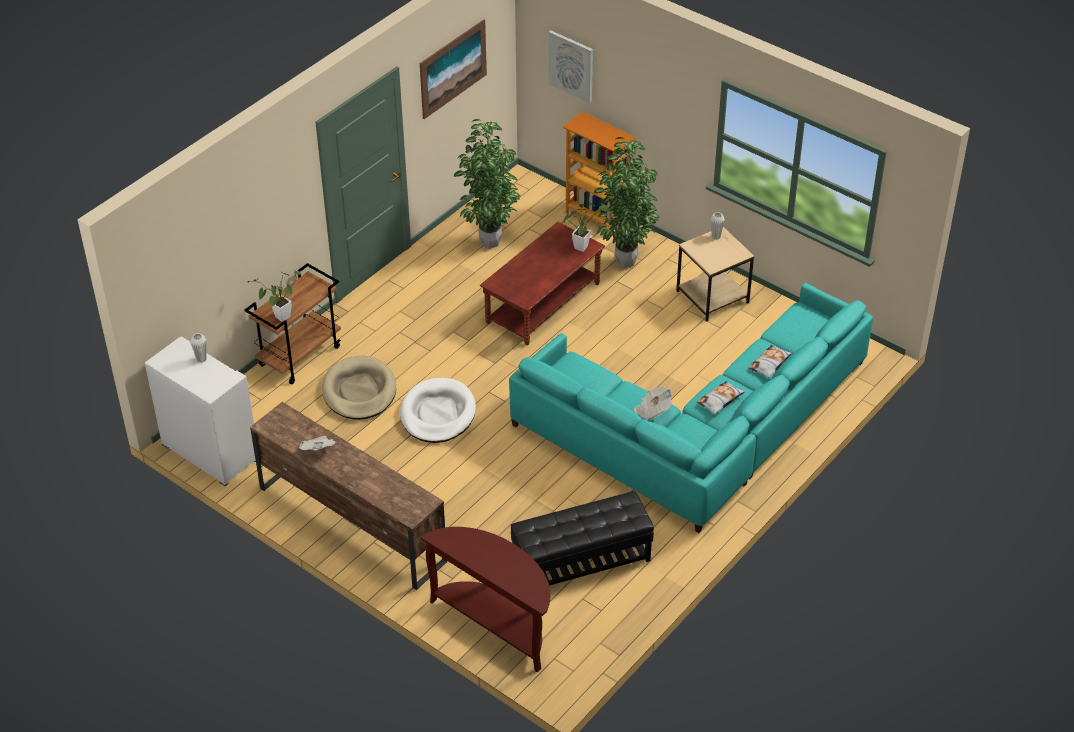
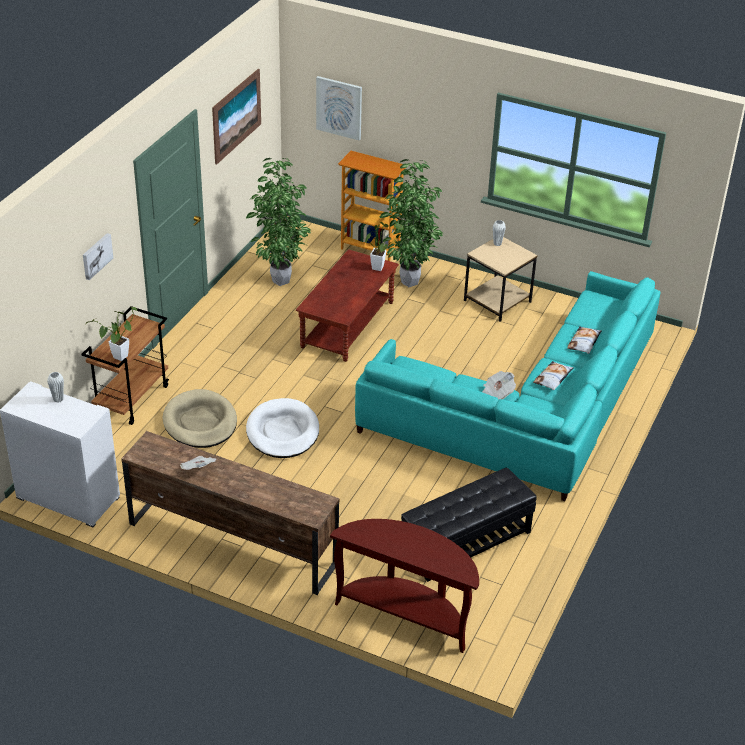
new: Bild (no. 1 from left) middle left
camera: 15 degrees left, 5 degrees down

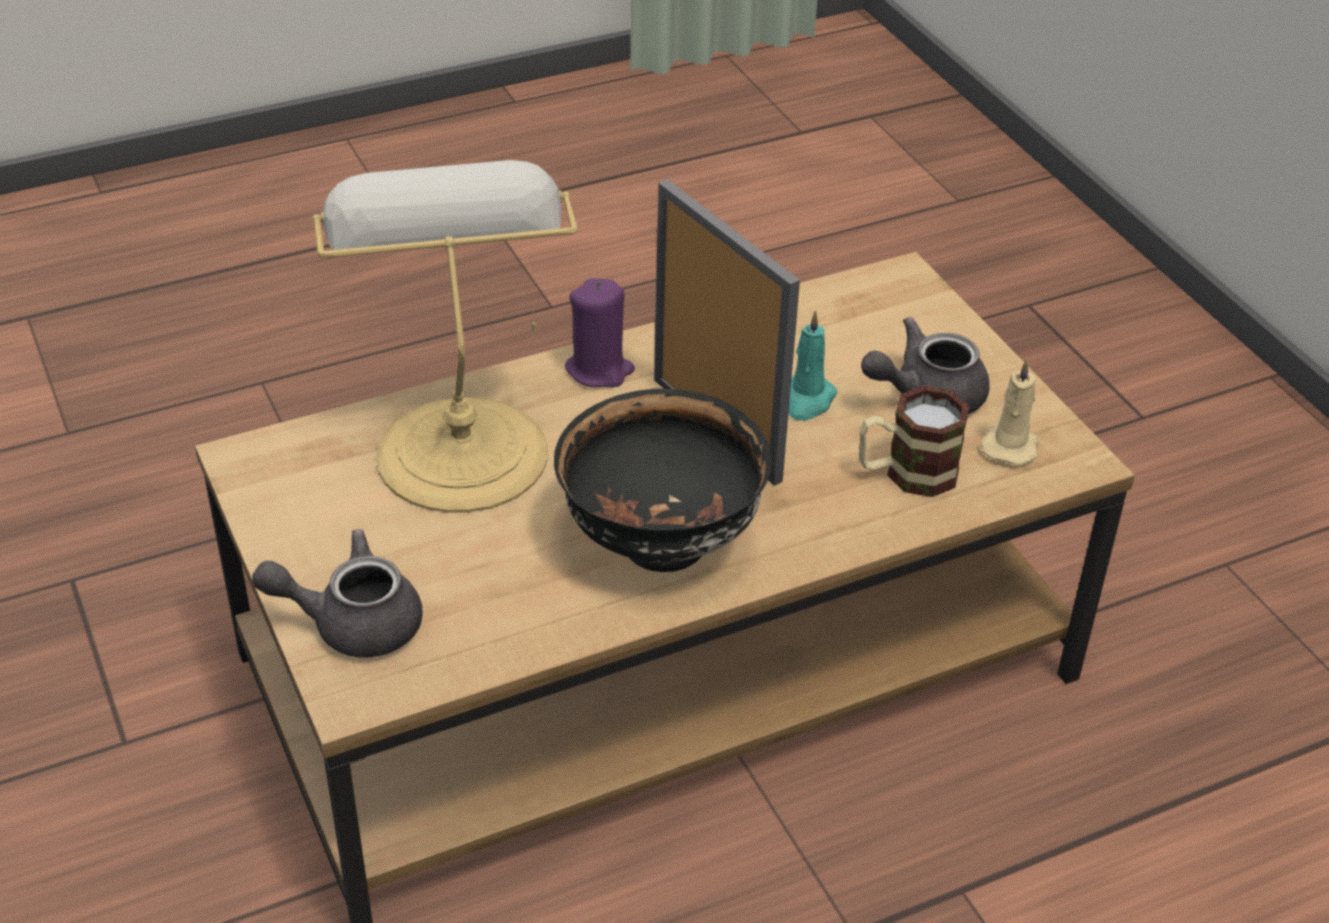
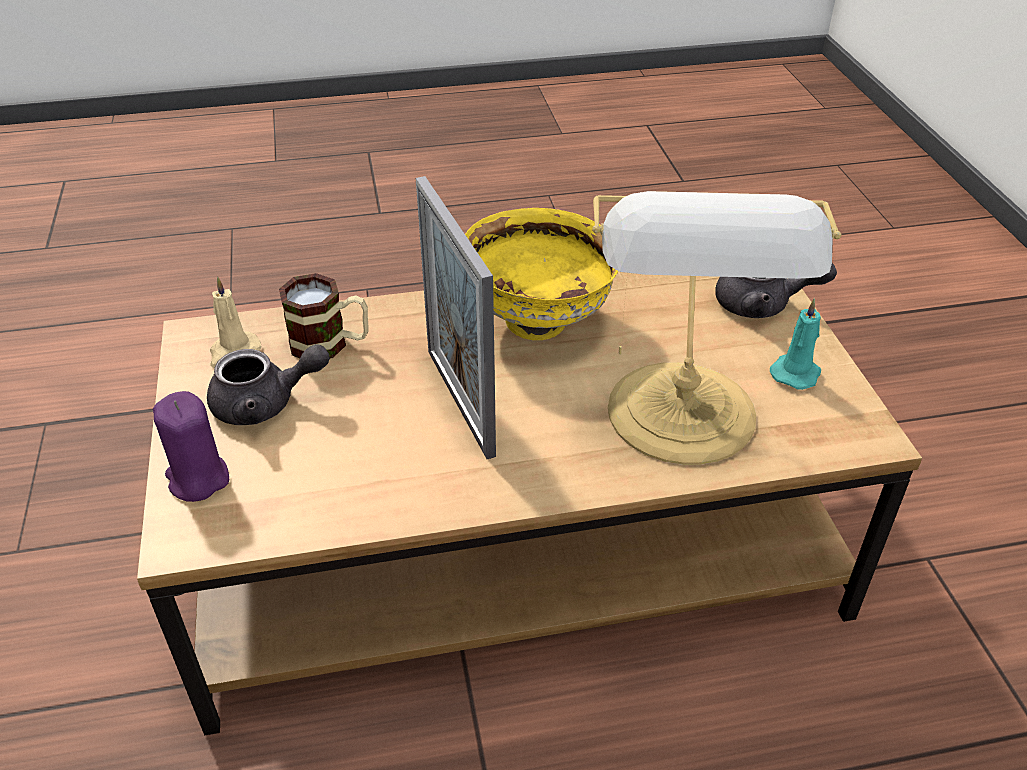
shifted: Kerze/lila centre to middle left; Kerze/türkis centre to middle right
repainted: Schüssel/schwarz centre to Schüssel/gelb centre
camera: 165 degrees left, 0 degrees up

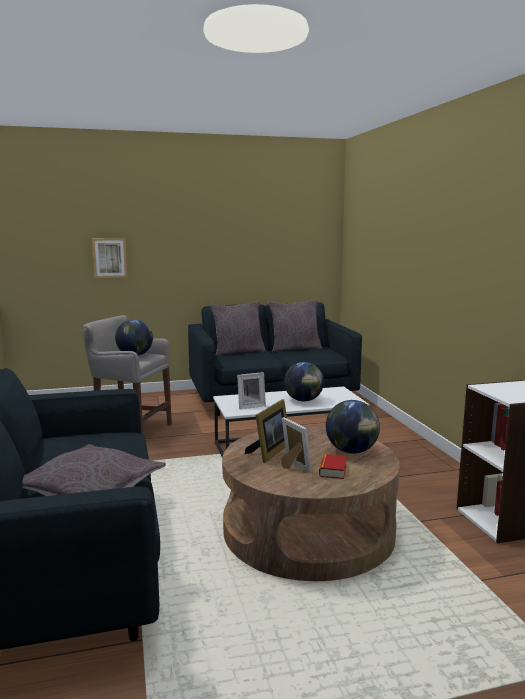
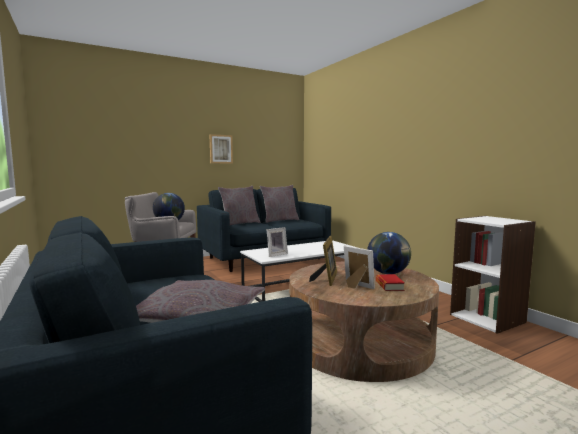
gone: Globus (no. 2 from left) centre
shifted: Bild middle left to centre
camera: 15 degrees left, 5 degrees down

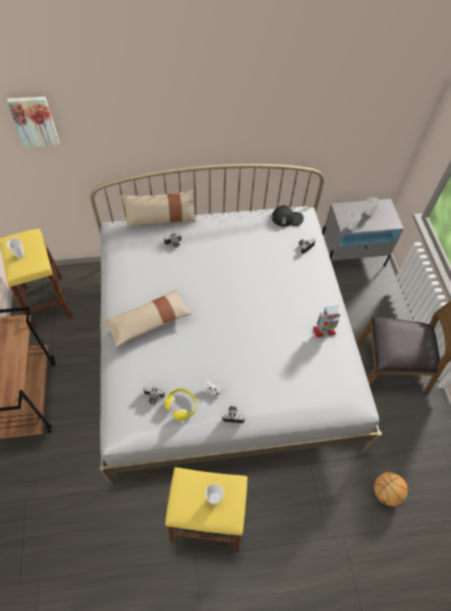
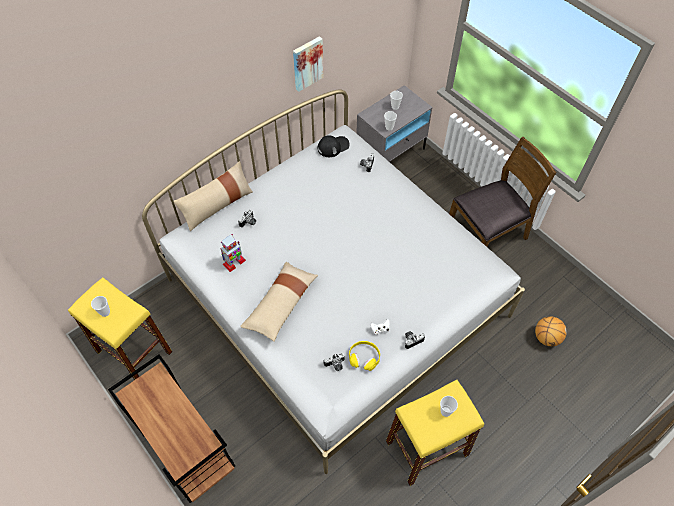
shifted: Bild top left to top centre; Spielzeugroboter middle right to centre
camera: 30 degrees left, 0 degrees up

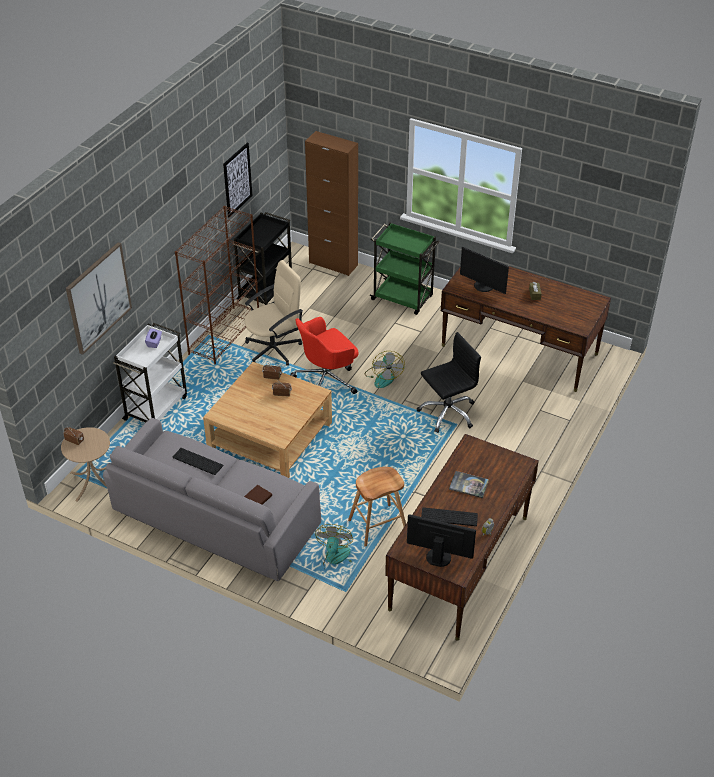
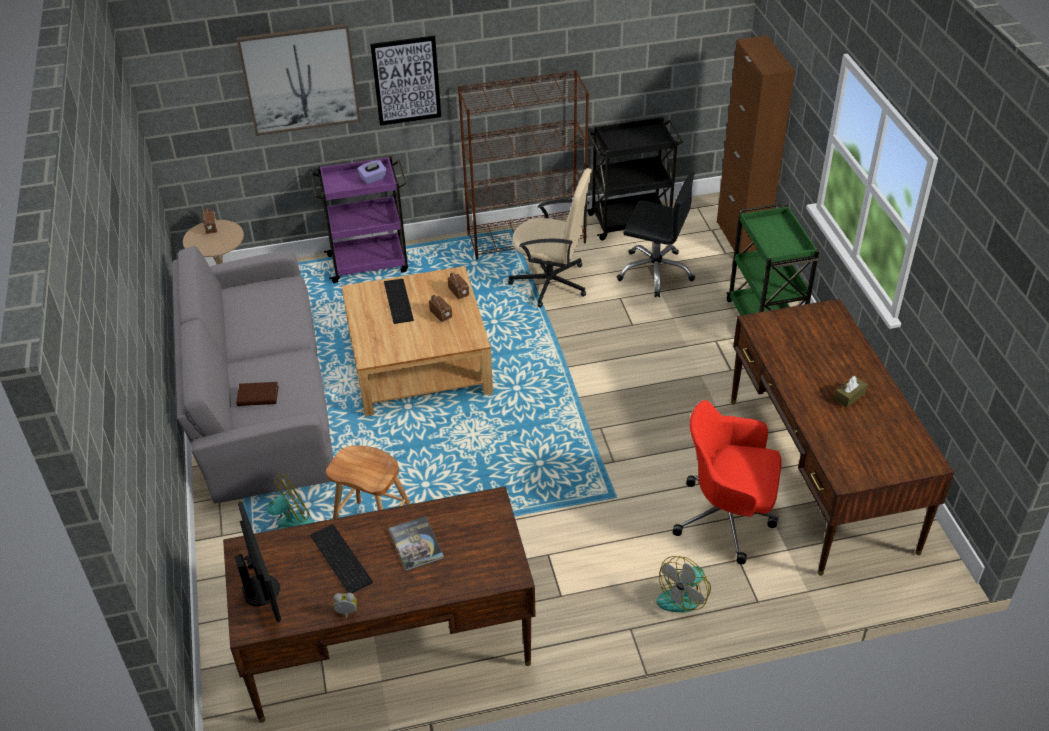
gone: Monitor (no. 2 from left) middle right
shifted: Tastatur (no. 1 from left in the first image) middle left to Tastatur (no. 2 from left) centre; Bild (no. 2 from left) top left to top centre; Bürostuhl/rot centre to middle right; Ventilator (no. 2 from left) centre to bottom centre; Bürostuhl/schwarz centre to top centre
repainted: Rollwagen/weiß middle left to Rollwagen/lila top centre
camera: 50 degrees right, 0 degrees up

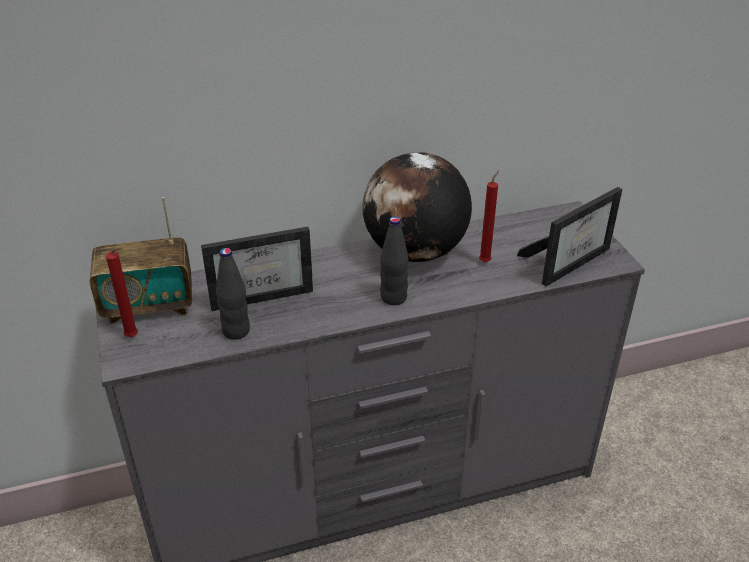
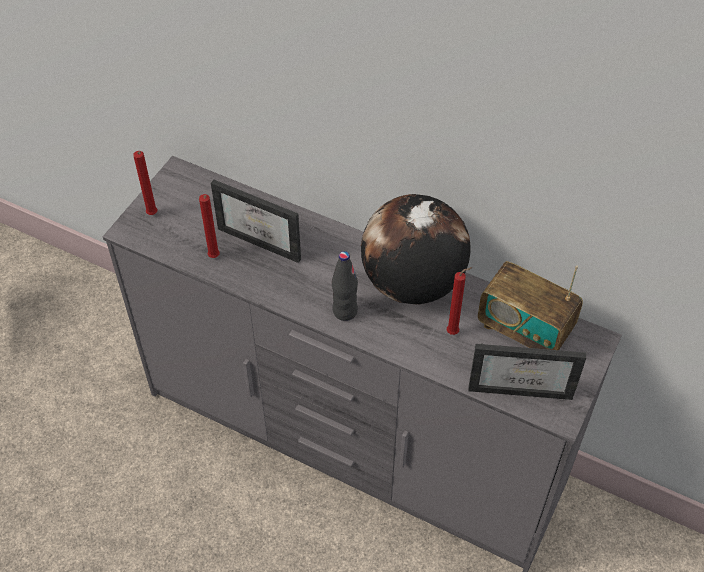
shifted: Radio middle left to middle right
swapped: Flasche/schwarz (no. 1 from left) middle left to Kerze/rot (no. 2 from left) middle left
camera: 45 degrees right, 15 degrees up

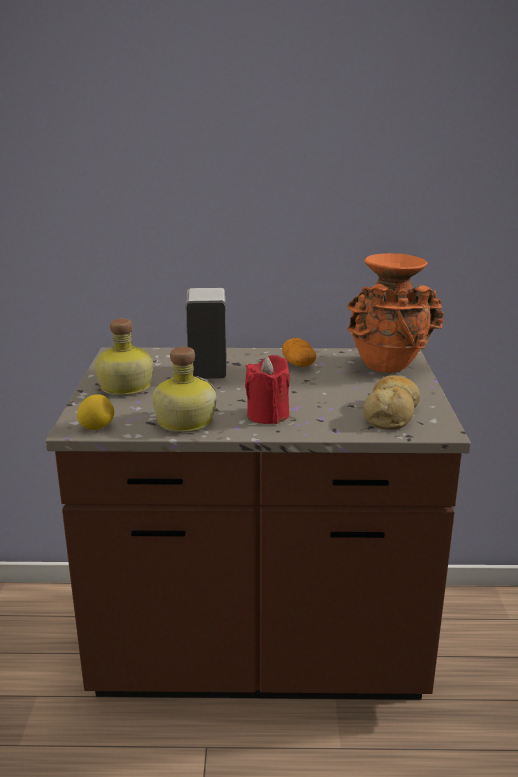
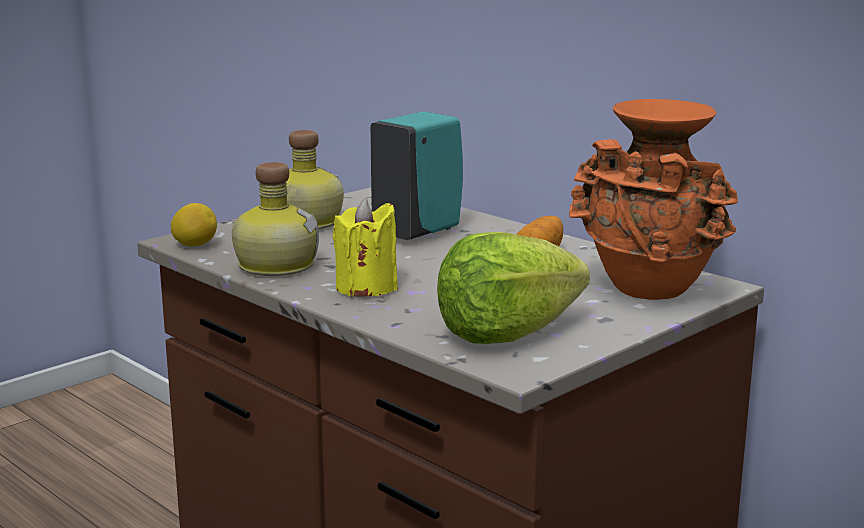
swapped: Brot middle right to Salatkopf centre
repainted: Seifenspender/weiß centre to Seifenspender/türkis centre; Kerze/rot centre to Kerze/gelb centre
camera: 45 degrees right, 5 degrees down

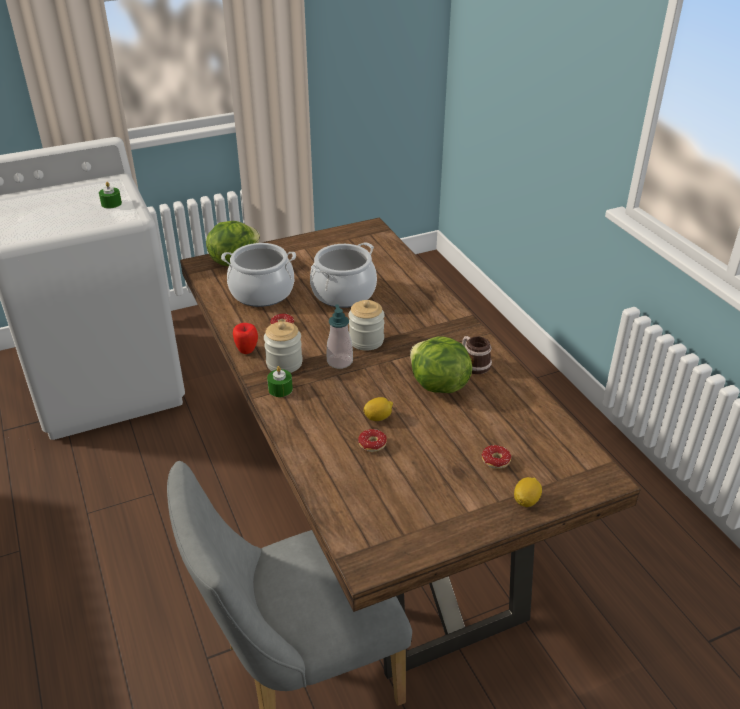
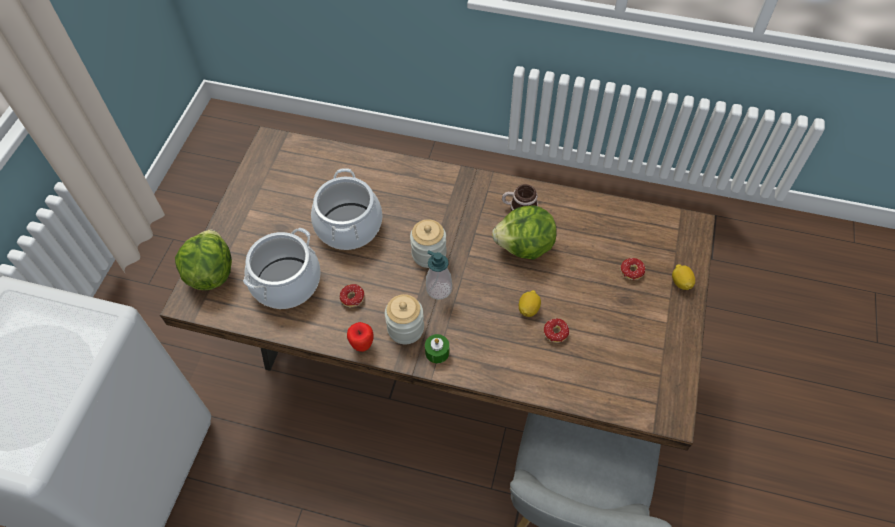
gone: Kerze/grün (no. 1 from left) top left
camera: 50 degrees left, 20 degrees up

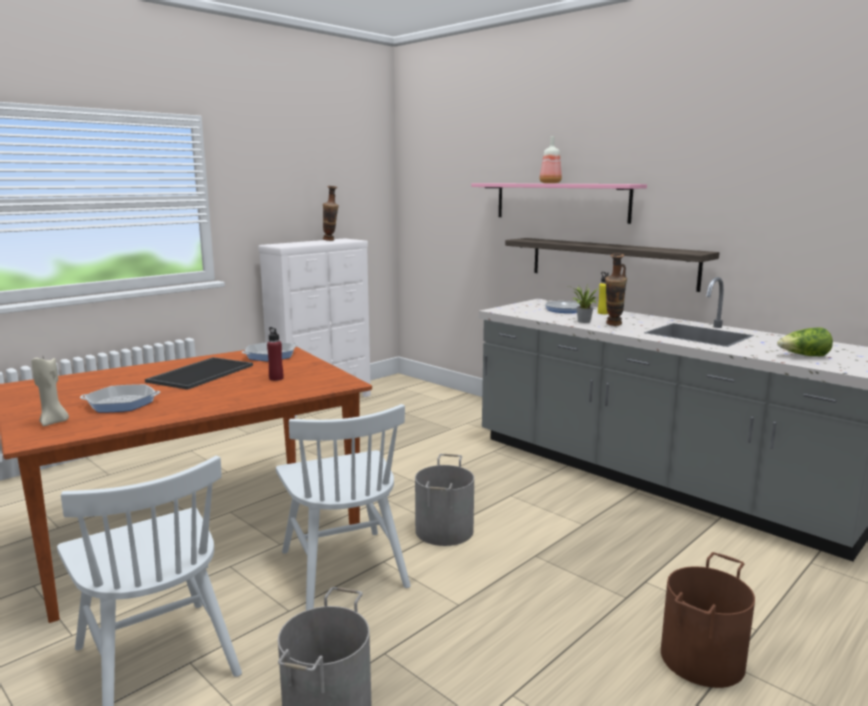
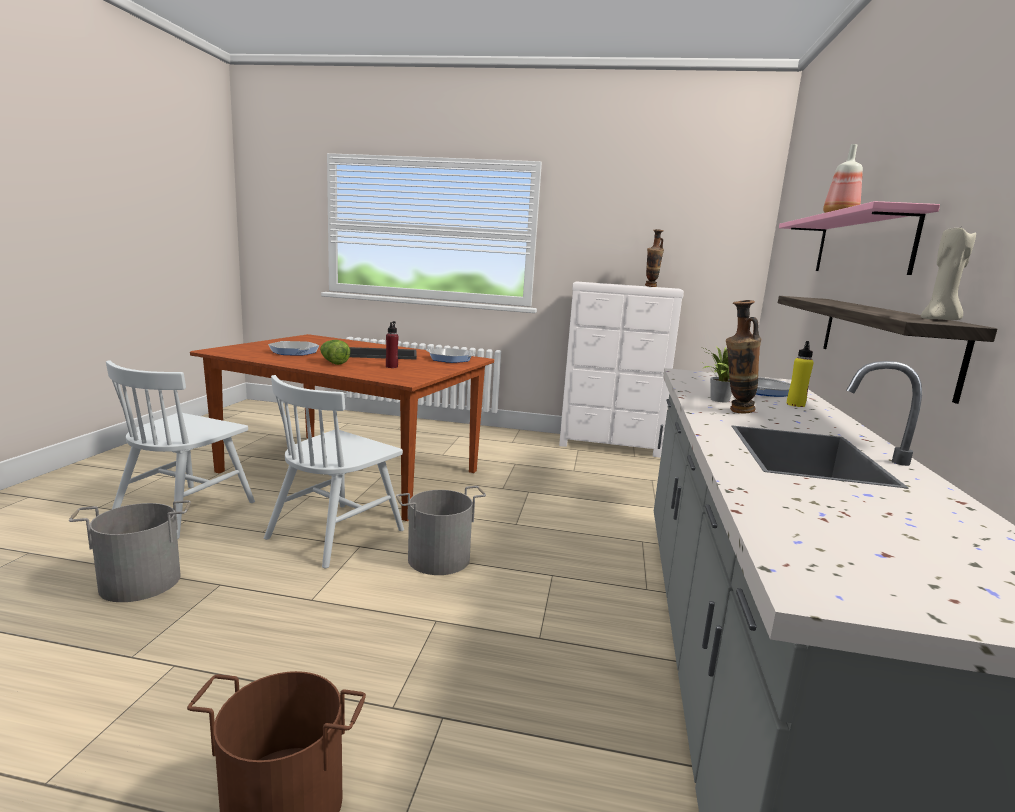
shifted: Kerze/beige middle left to middle right; Salatkopf middle right to middle left
camera: 55 degrees right, 0 degrees up

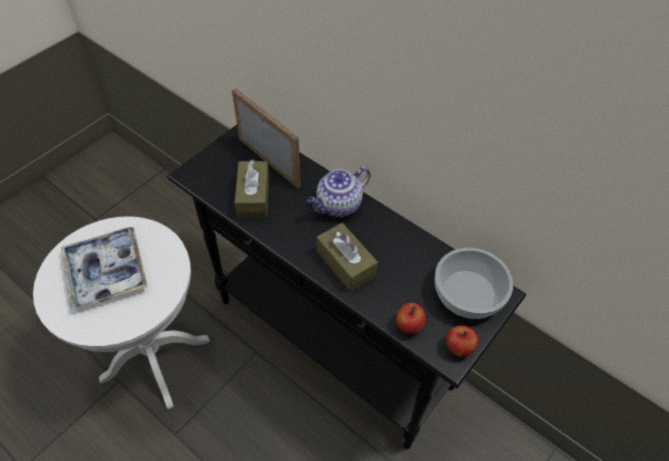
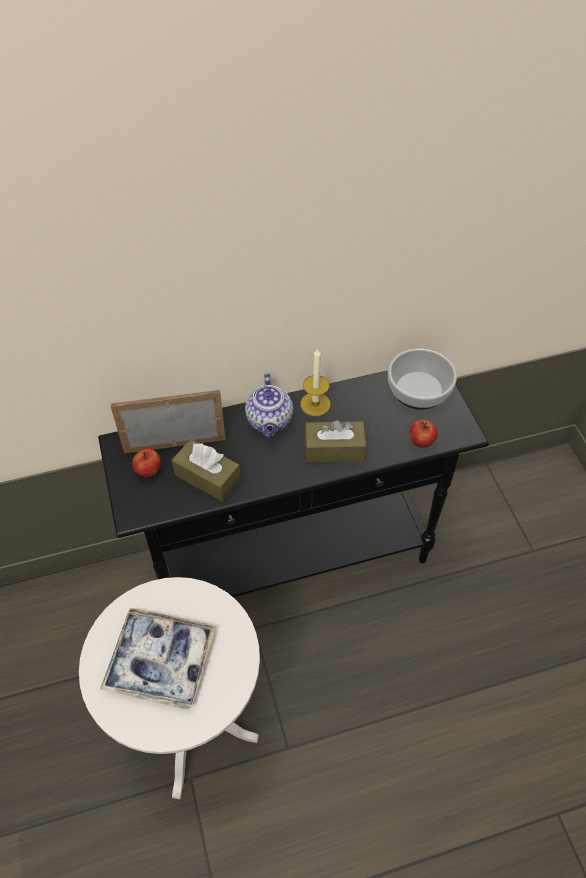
new: Kerze centre
shifted: Apfel (no. 2 from left in the first image) bottom right to Apfel (no. 1 from left) middle left
camera: 55 degrees left, 0 degrees up

